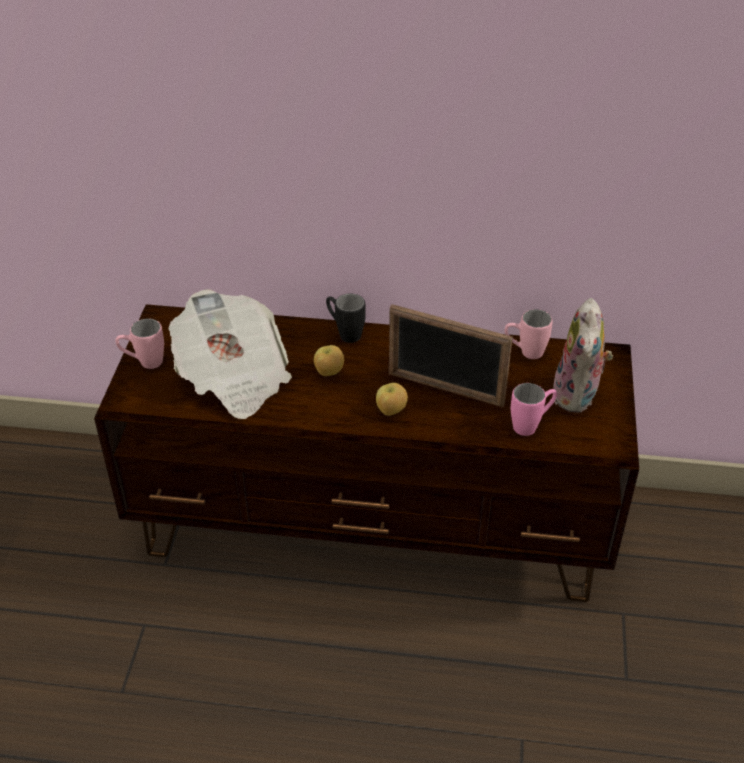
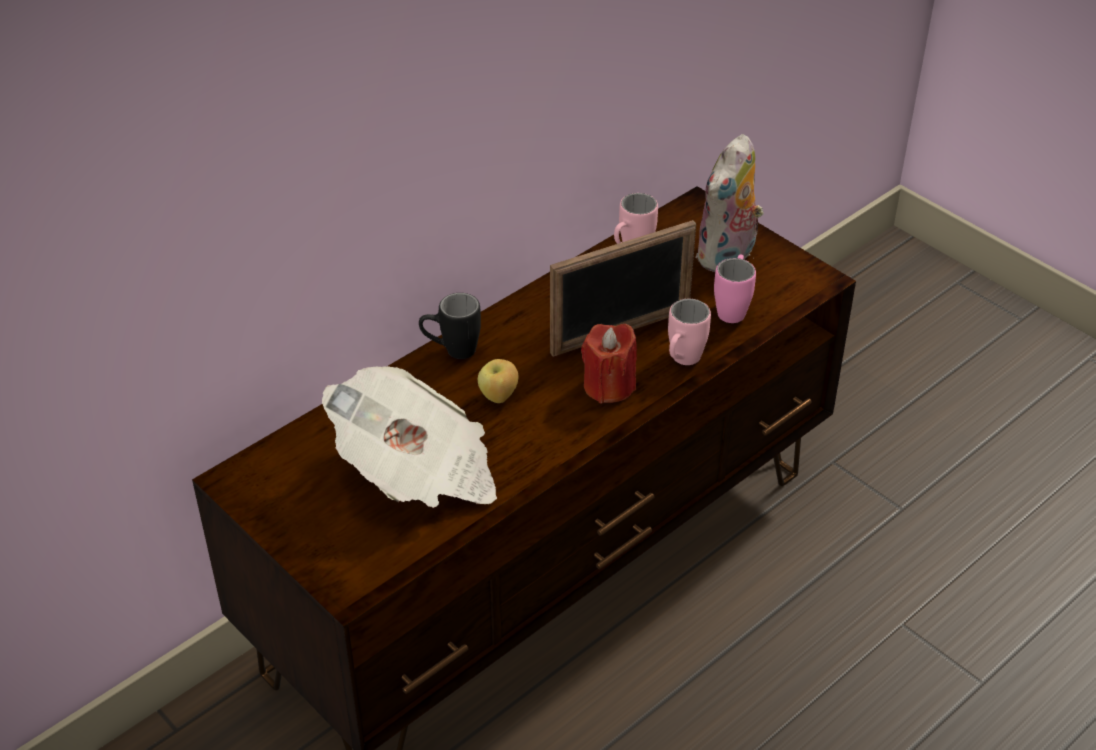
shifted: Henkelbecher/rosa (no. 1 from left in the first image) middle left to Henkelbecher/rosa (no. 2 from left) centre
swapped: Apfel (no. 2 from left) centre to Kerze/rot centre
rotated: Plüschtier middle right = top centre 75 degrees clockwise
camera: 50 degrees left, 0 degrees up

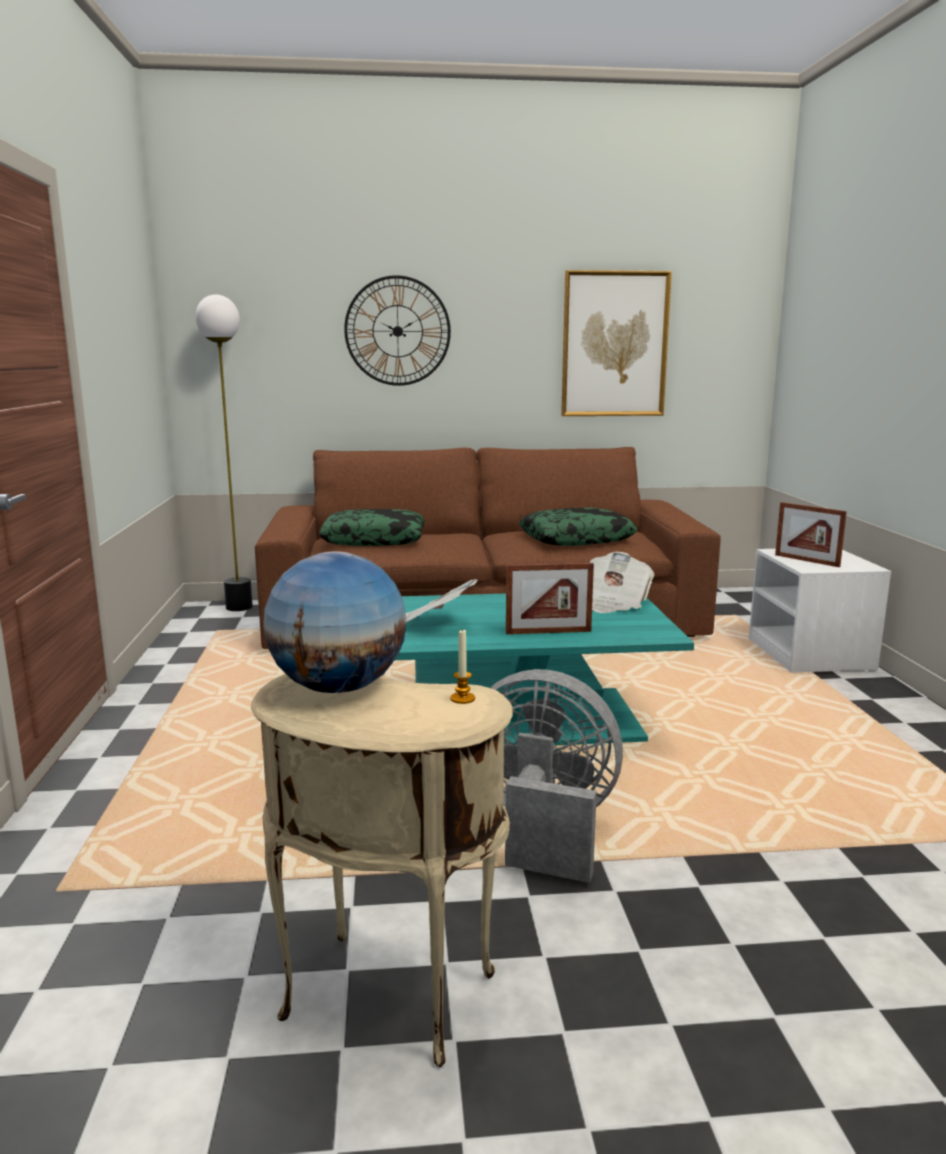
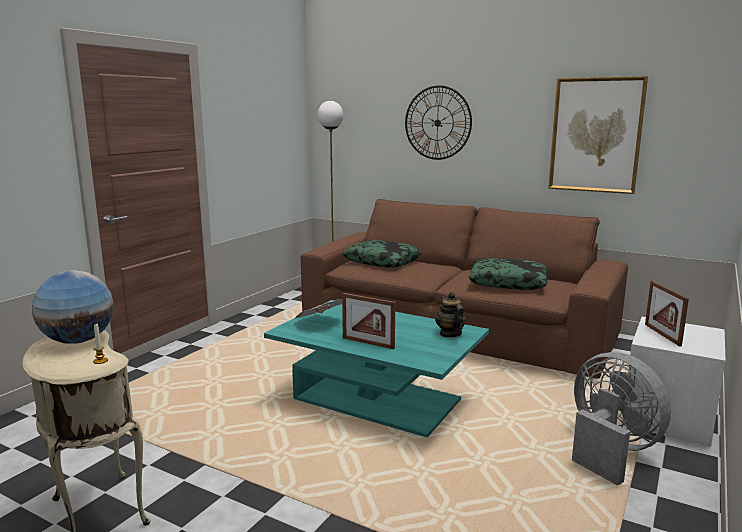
shifted: Ventilator/grau bottom centre to bottom right
swapped: Zeitung (no. 2 from left) centre to Teekanne centre
camera: 35 degrees right, 0 degrees up

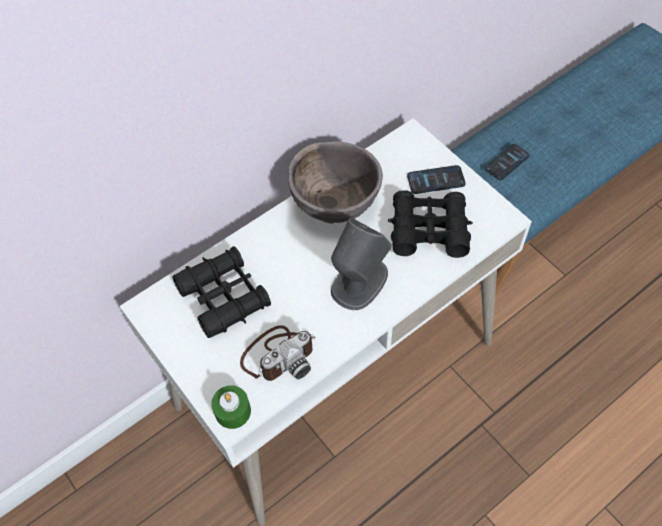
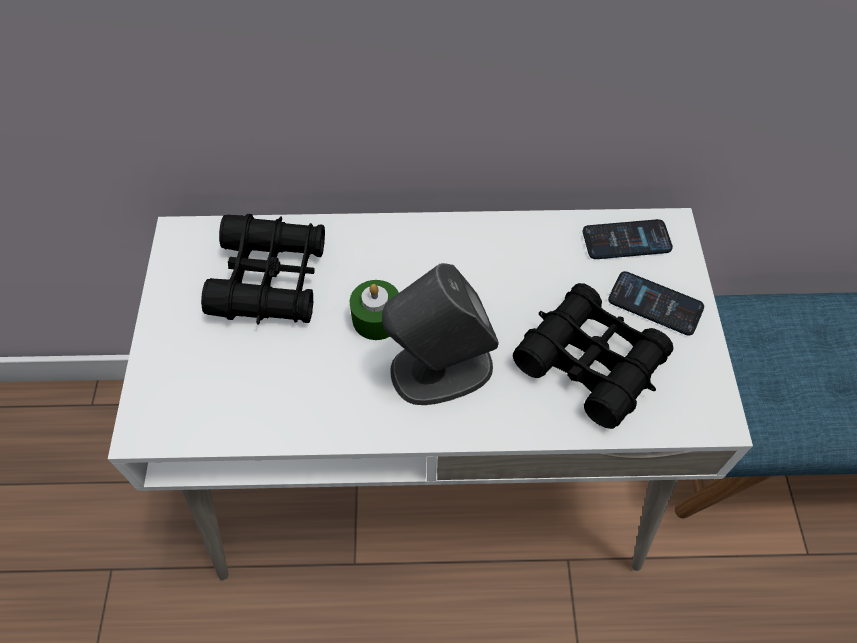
gone: Kamera bottom centre; Schüssel/braun centre
shifted: Kerze/grün bottom centre to centre; Handy (no. 2 from left in the first image) top right to Handy (no. 1 from left) middle right
camera: 35 degrees right, 0 degrees up

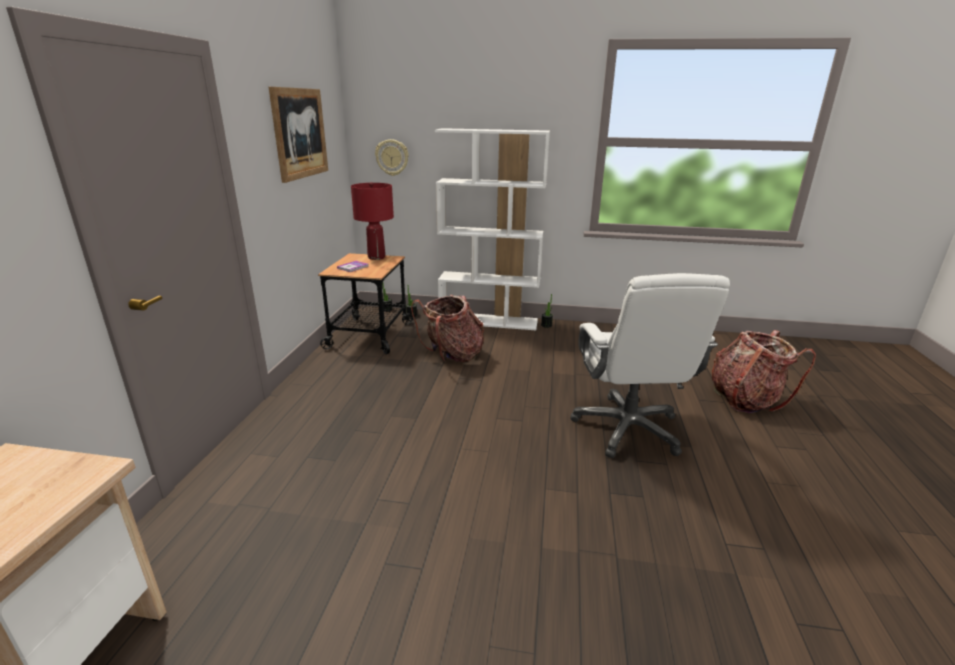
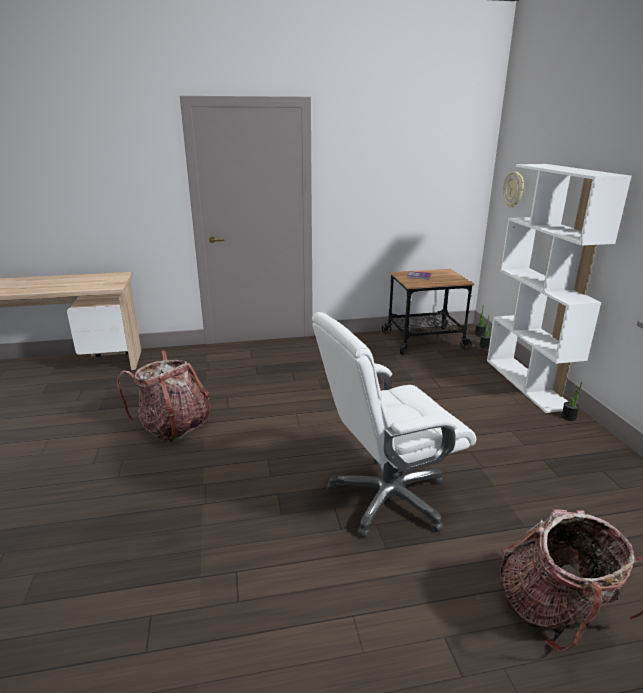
gone: Bild top left; Tischlampe/rot top centre
shifted: Rucksack (no. 1 from left) centre to middle left
camera: 70 degrees right, 0 degrees up

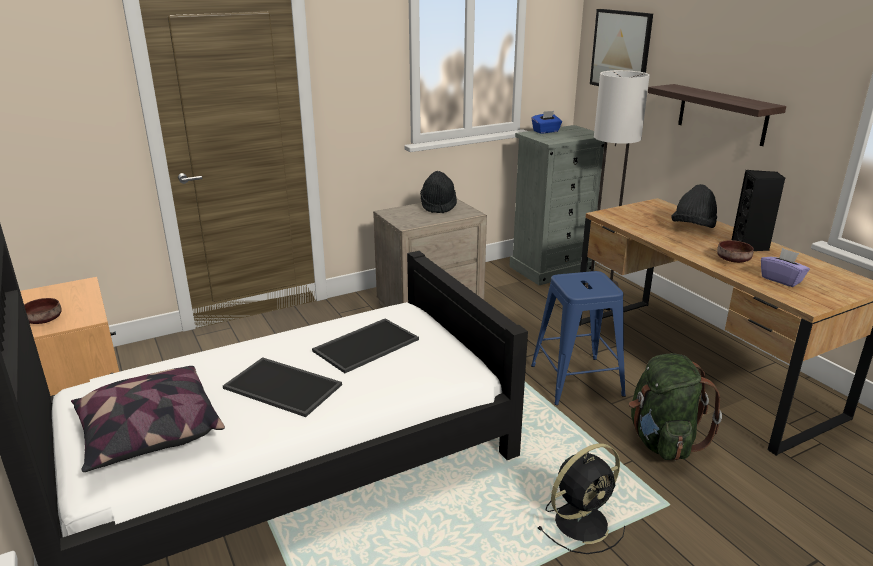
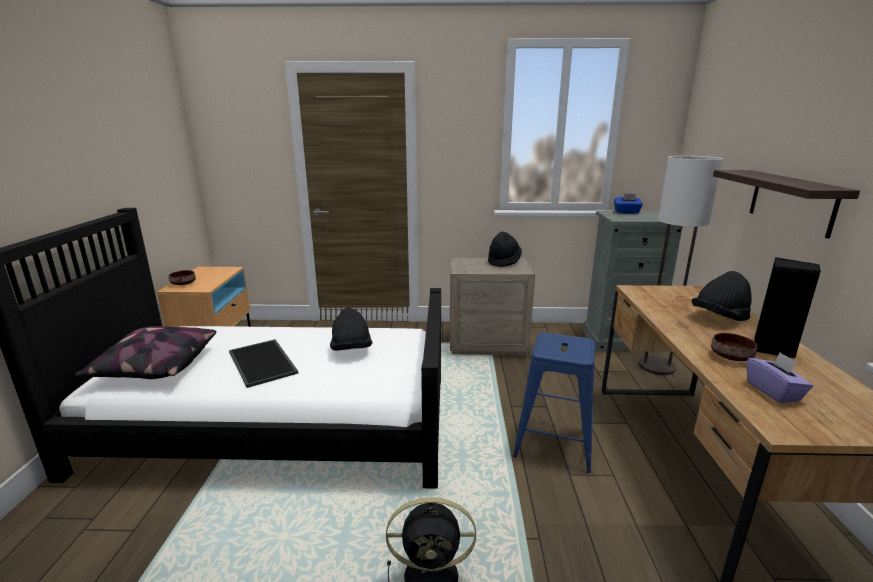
gone: Bild top right; Rucksack/grün bottom right
swapped: Tablett (no. 2 from left) centre to Hut/schwarz (no. 1 from left) centre
camera: 30 degrees right, 5 degrees down

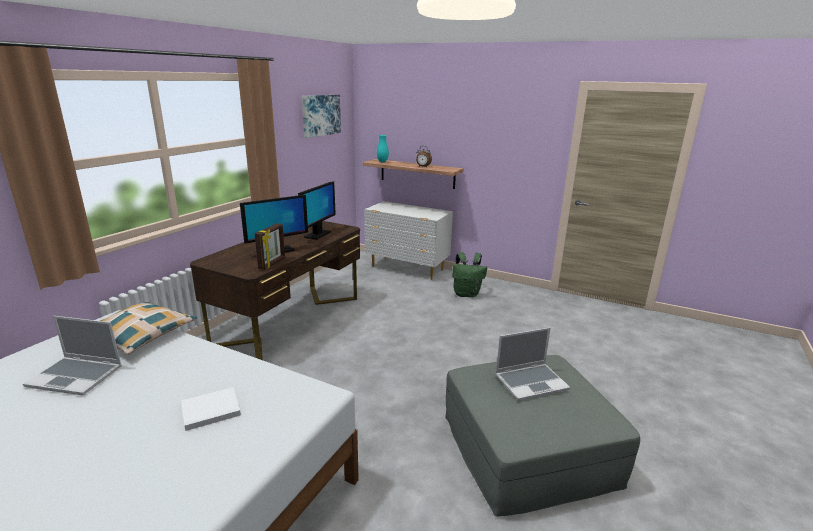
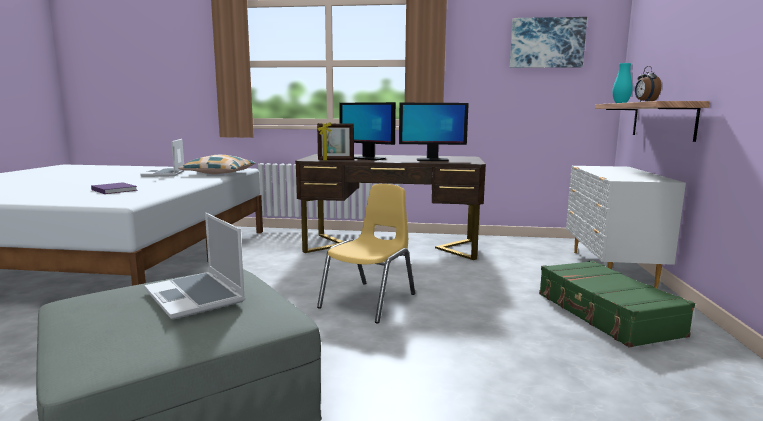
new: Stuhl/gelb centre
swapped: Rucksack/grün centre to Koffer/grün bottom right
repainted: Buch/weiß bottom left to Buch/lila middle left
camera: 70 degrees right, 10 degrees down

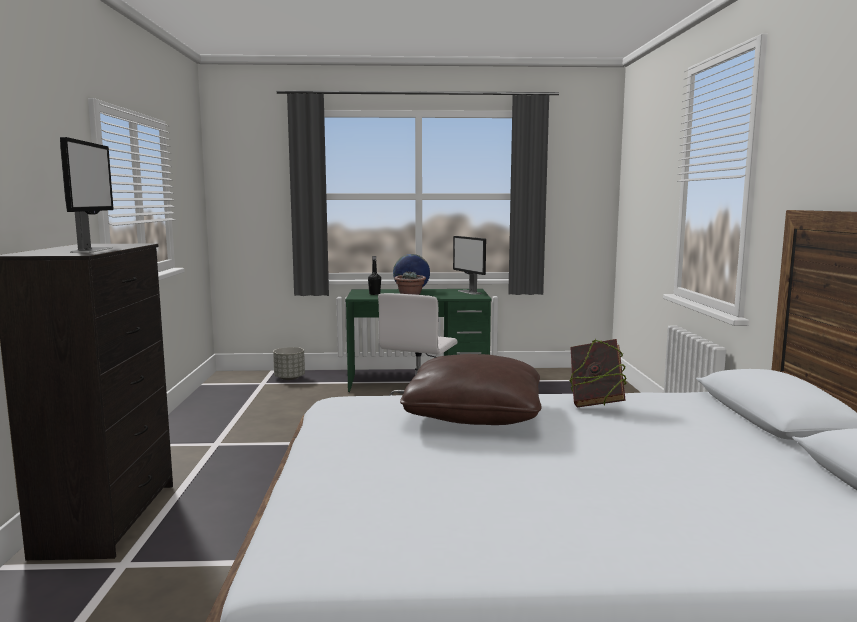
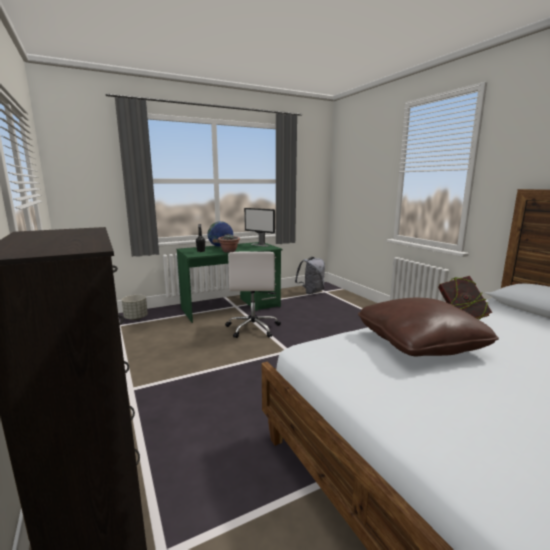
gone: Monitor (no. 1 from left) top left
new: Rucksack/grau centre
camera: 25 degrees left, 5 degrees up

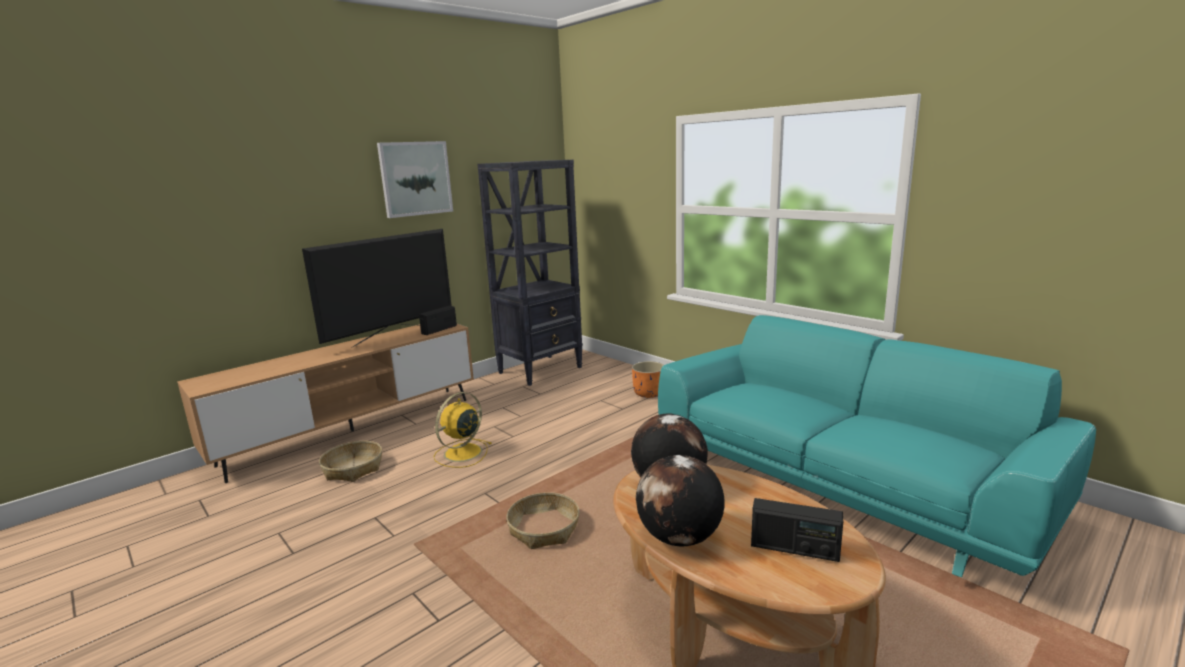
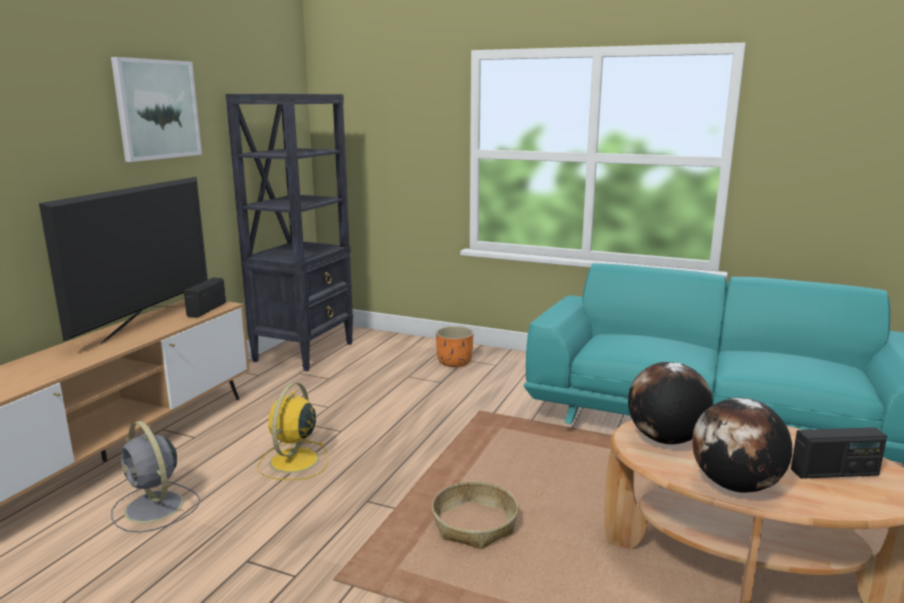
swapped: Korb (no. 1 from left) bottom left to Ventilator/grau bottom left
camera: 25 degrees left, 0 degrees up

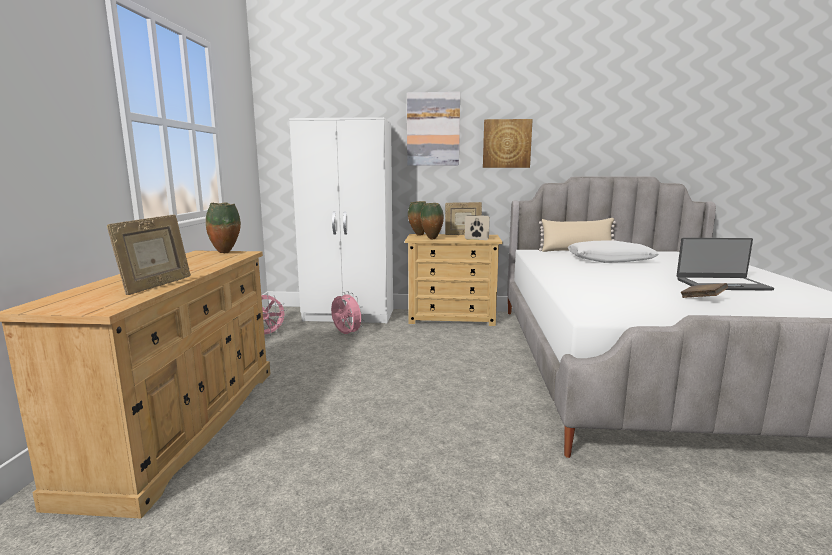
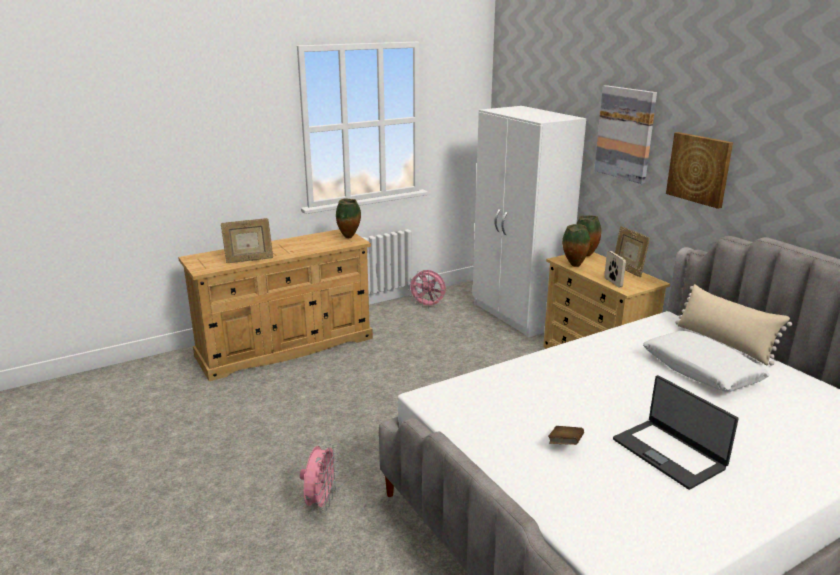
shifted: Ventilator/rosa (no. 2 from left in the first image) centre to Ventilator/rosa (no. 1 from left) bottom centre
camera: 55 degrees right, 10 degrees up

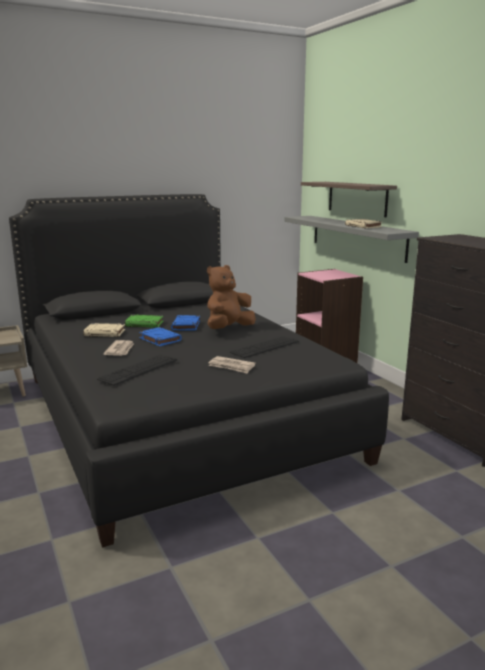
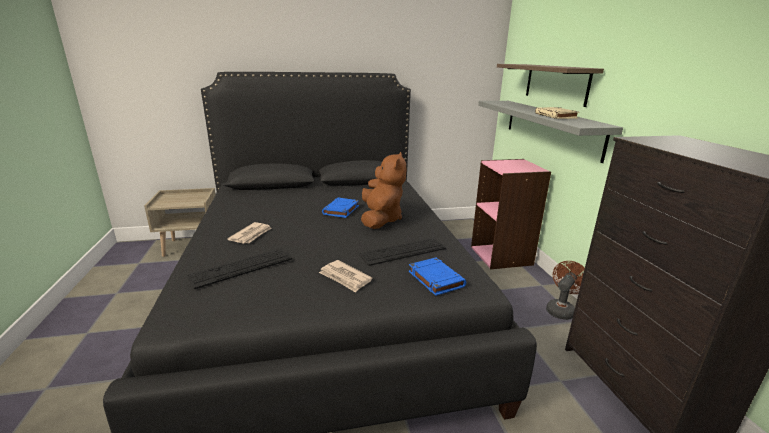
gone: Buch/beige (no. 1 from left) middle left; Buch/grün middle left
new: Ventilator/braun bottom right
shifted: Buch/blau (no. 1 from left in the first image) middle left to Buch/blau (no. 2 from left) centre
rotated: Plüschtier/braun centre = centre 120 degrees clockwise
camera: 15 degrees right, 5 degrees up

